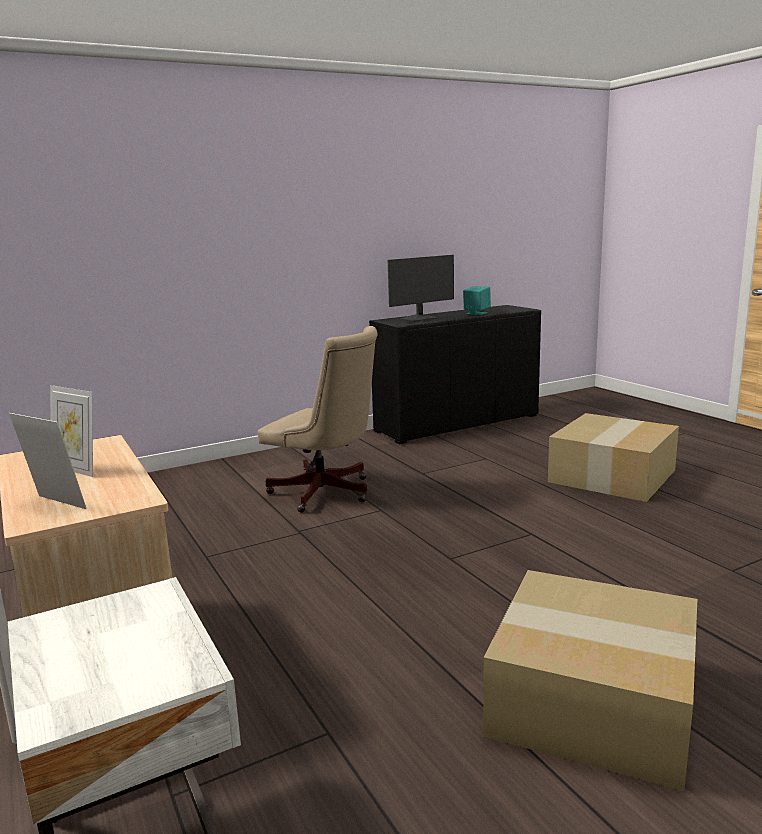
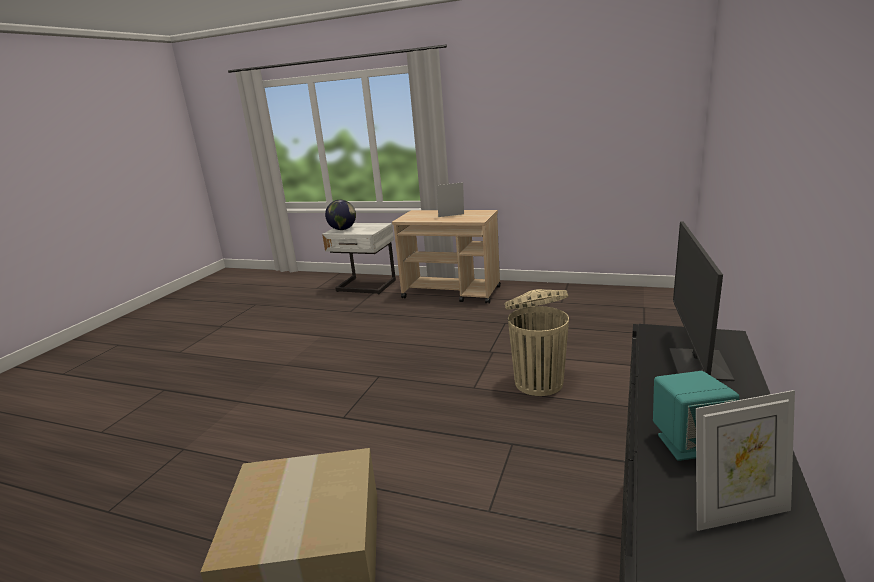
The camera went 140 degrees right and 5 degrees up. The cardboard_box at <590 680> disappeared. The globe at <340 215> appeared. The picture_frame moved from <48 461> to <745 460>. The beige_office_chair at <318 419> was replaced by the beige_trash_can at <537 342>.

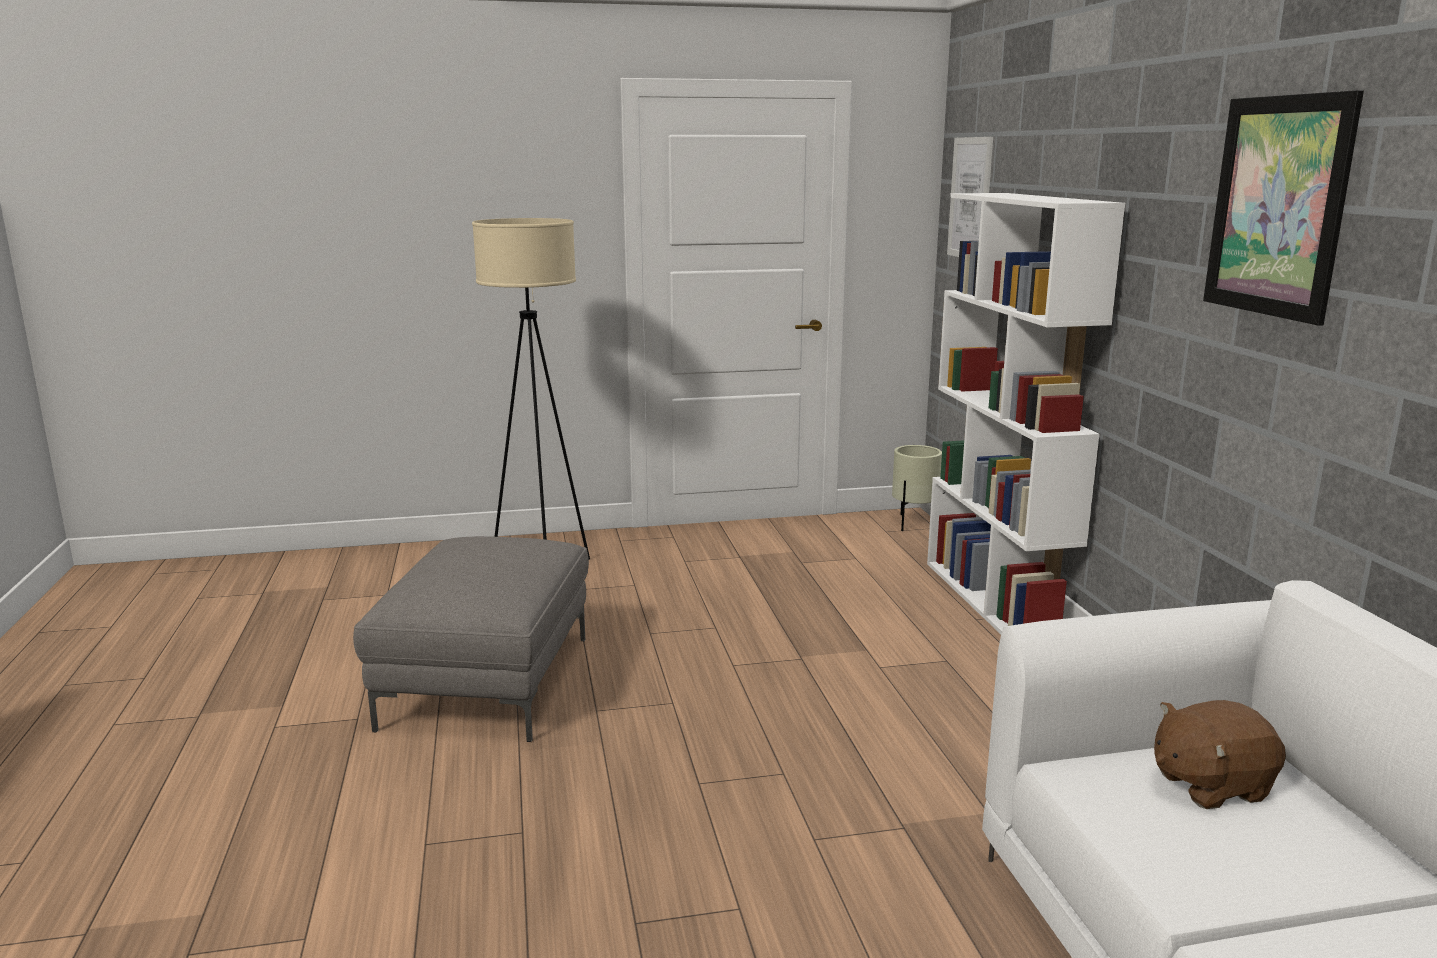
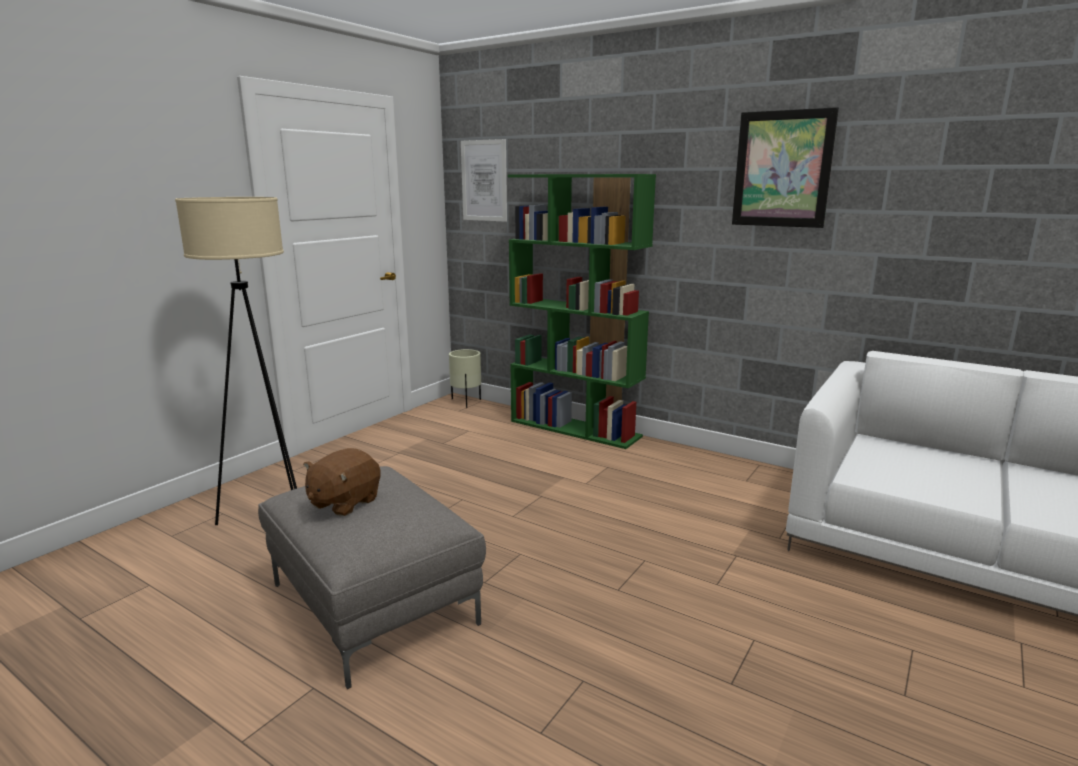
The camera went 45 degrees left and 0 degrees up. The brown_plush_toy moved from <1220 754> to <342 482>. The white_bookcase at <1026 413> became the green_bookcase at <582 311>.

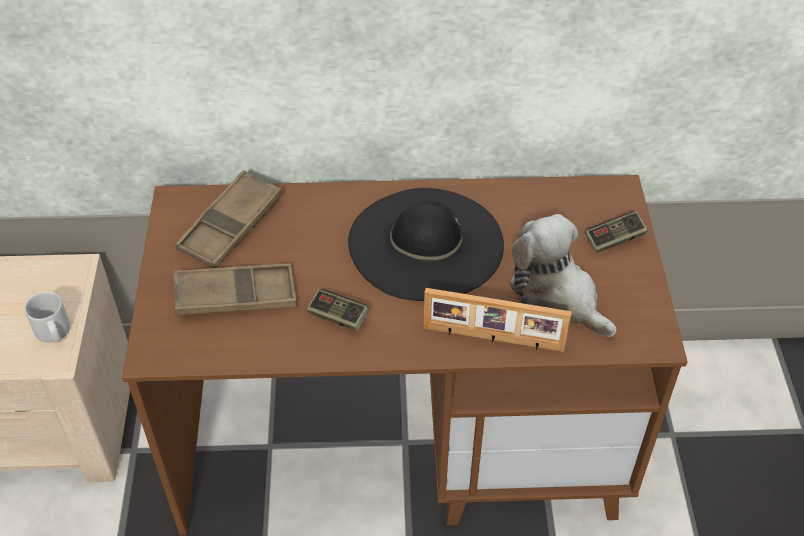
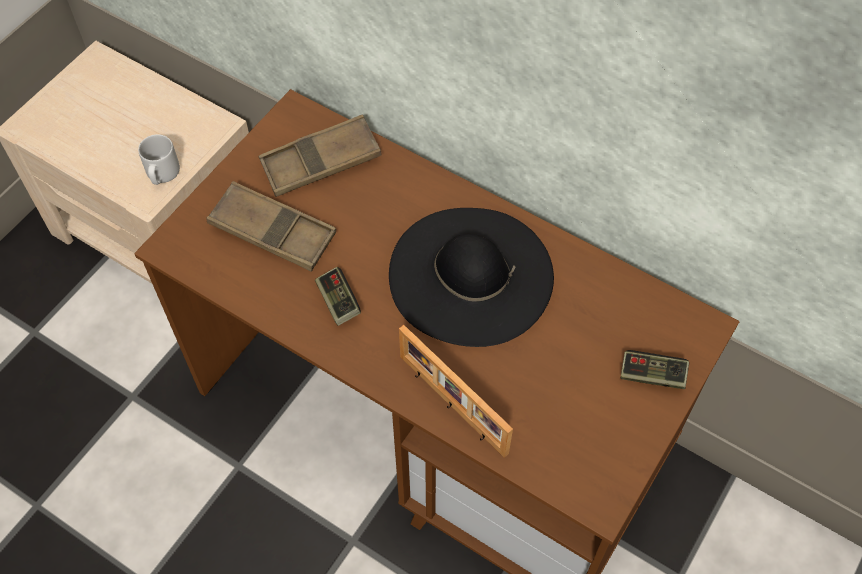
The camera went 35 degrees right and 10 degrees up. The plush_toy at <563 275> disappeared.

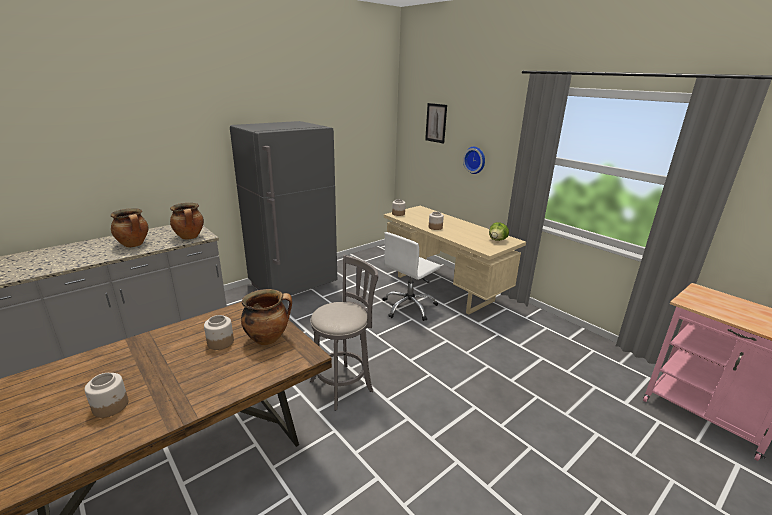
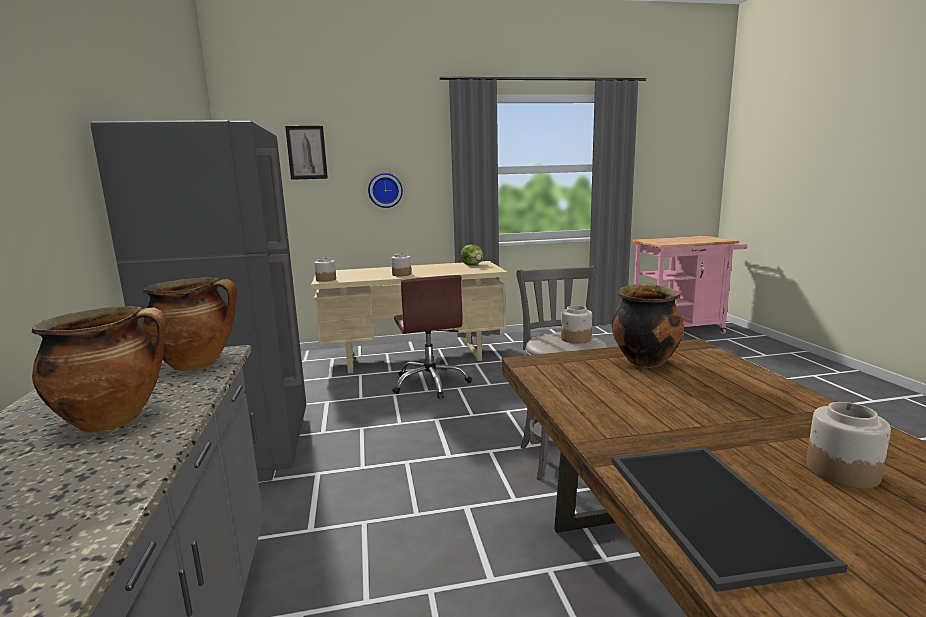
The camera went 60 degrees left and 10 degrees down. The tray at <729 519> appeared. The jar moved from <219 332> to <576 324>. The white_office_chair at <412 276> became the brown_office_chair at <432 337>.

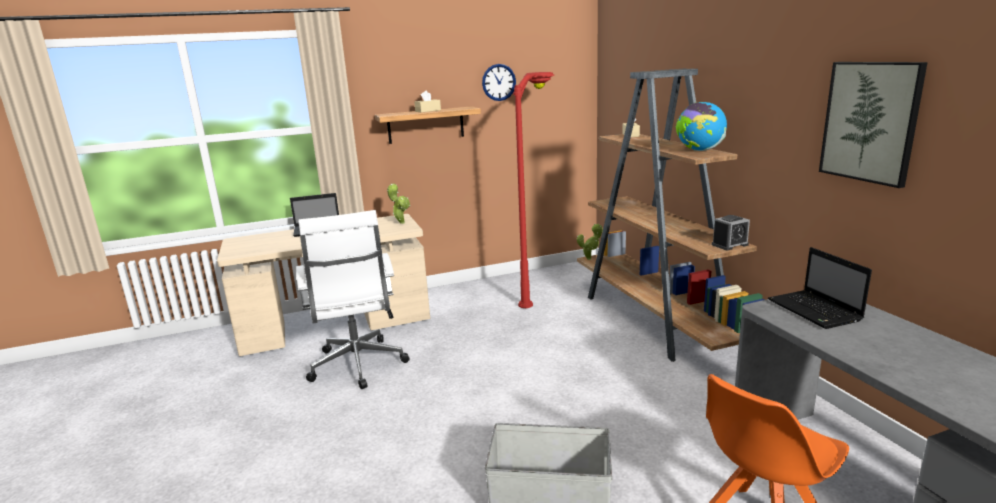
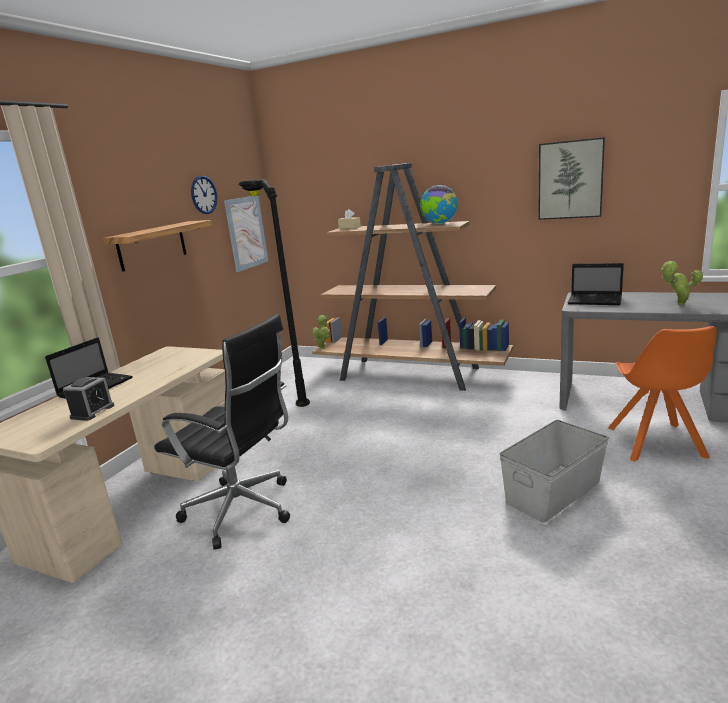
The camera went 45 degrees left and 0 degrees up. The beige_tissue_box at <427 102> disappeared. The picture at <246 233> appeared. The potted_plant moved from <398 204> to <682 283>. The alarm_clock moved from <731 232> to <89 399>. The white_office_chair at <353 299> became the black_office_chair at <222 432>. The red_floor_lamp at <533 190> became the black_floor_lamp at <274 293>.

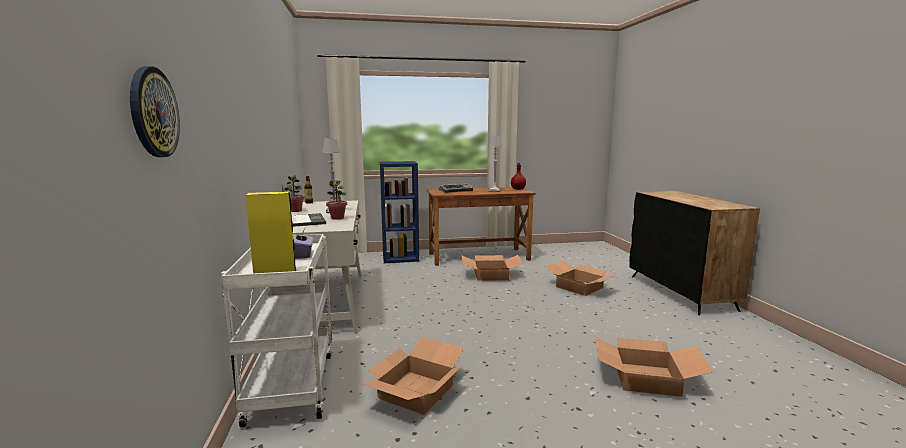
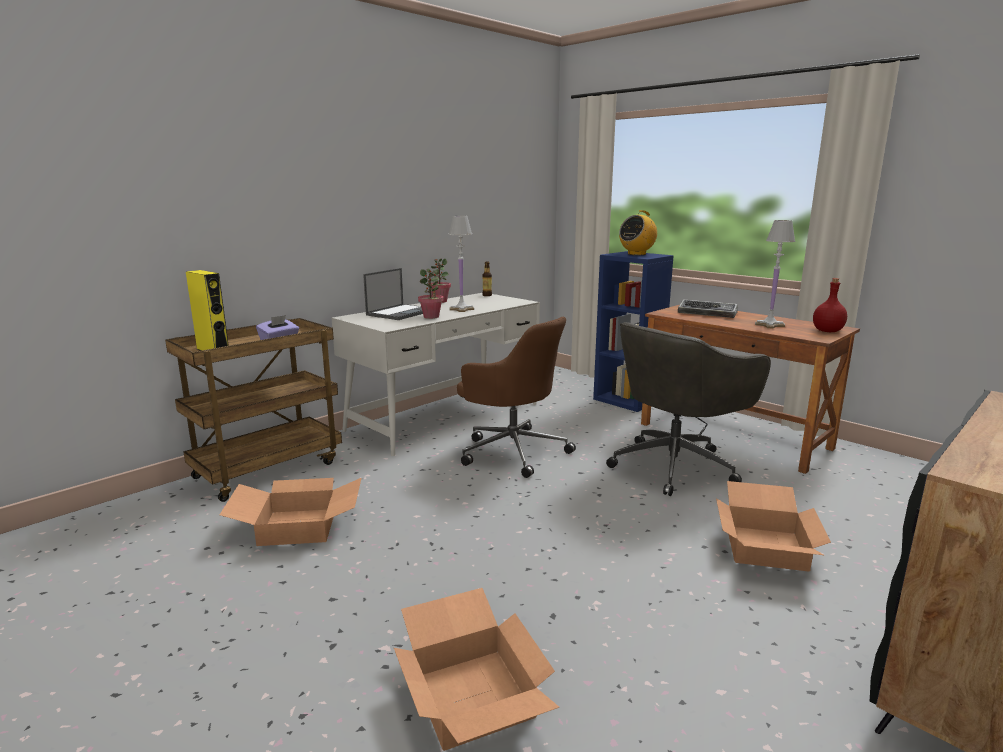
The camera went 55 degrees right and 5 degrees up. The wall_clock at <155 111> disappeared. The brown_office_chair at <516 397> appeared. The radio at <638 232> appeared. The cardboard_box at <492 268> was replaced by the grey_office_chair at <688 409>. The white_cart at <276 330> became the brown_cart at <253 410>.

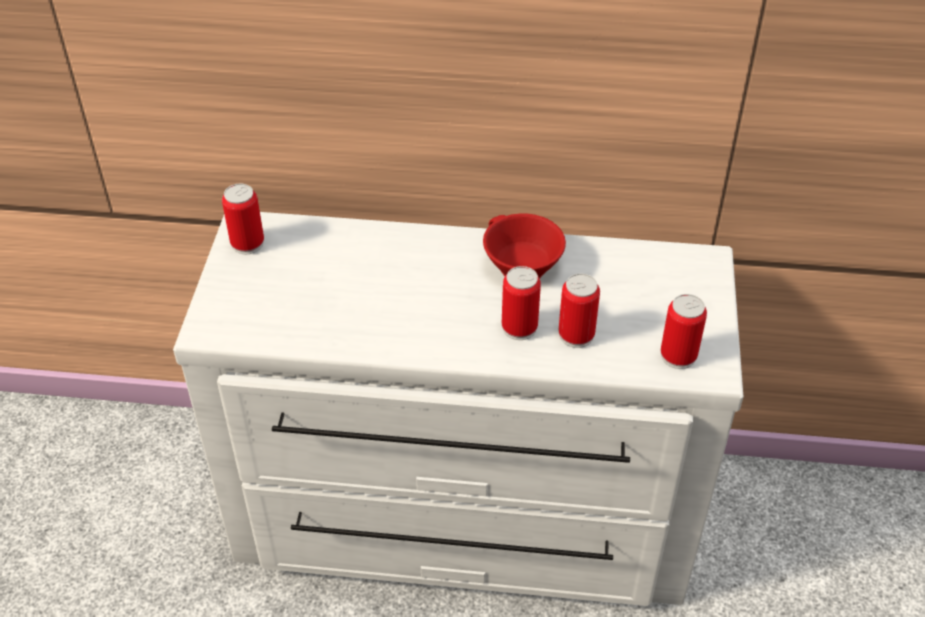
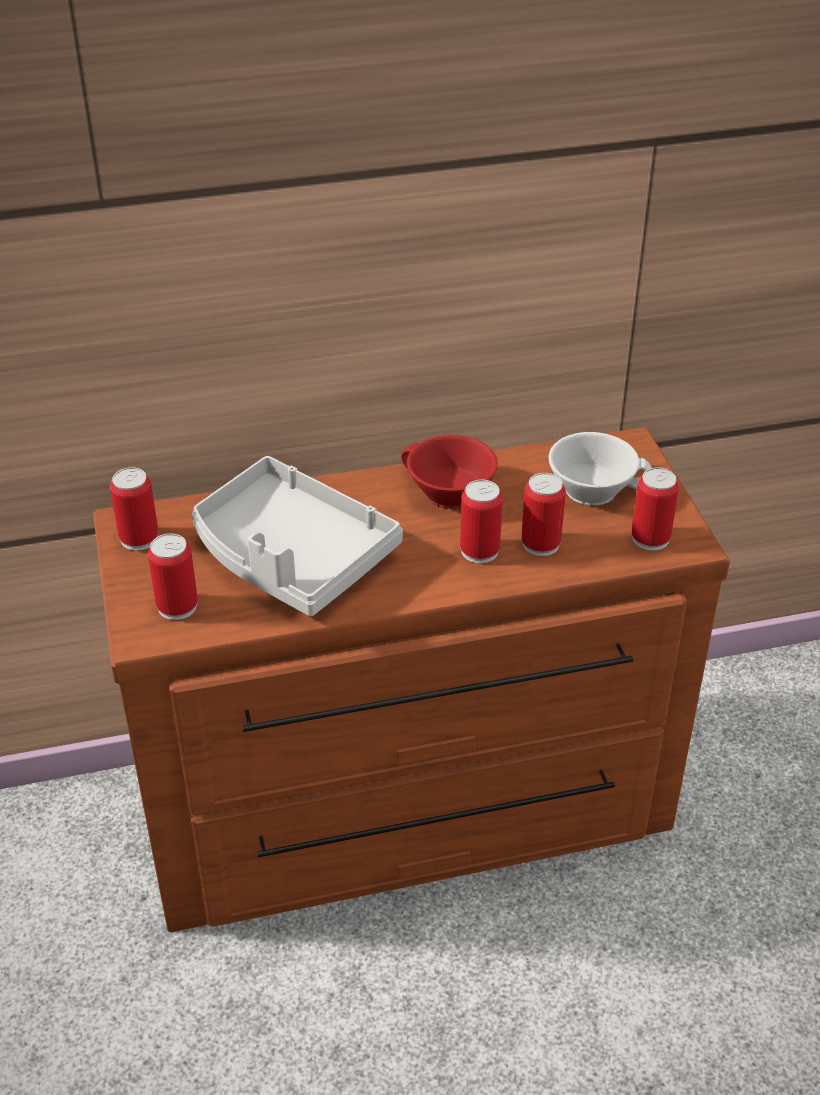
The camera went 20 degrees left and 5 degrees down. The can at <173 577> appeared. The grey_tray at <297 536> appeared. The white_cup at <600 469> appeared. The white_dresser at <458 409> became the brown_dresser at <411 679>.

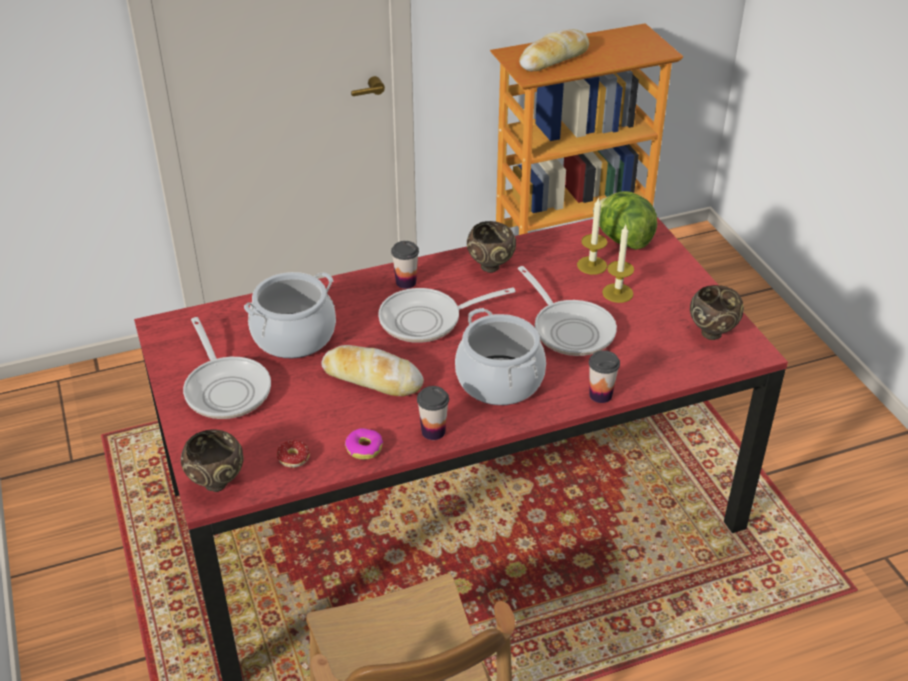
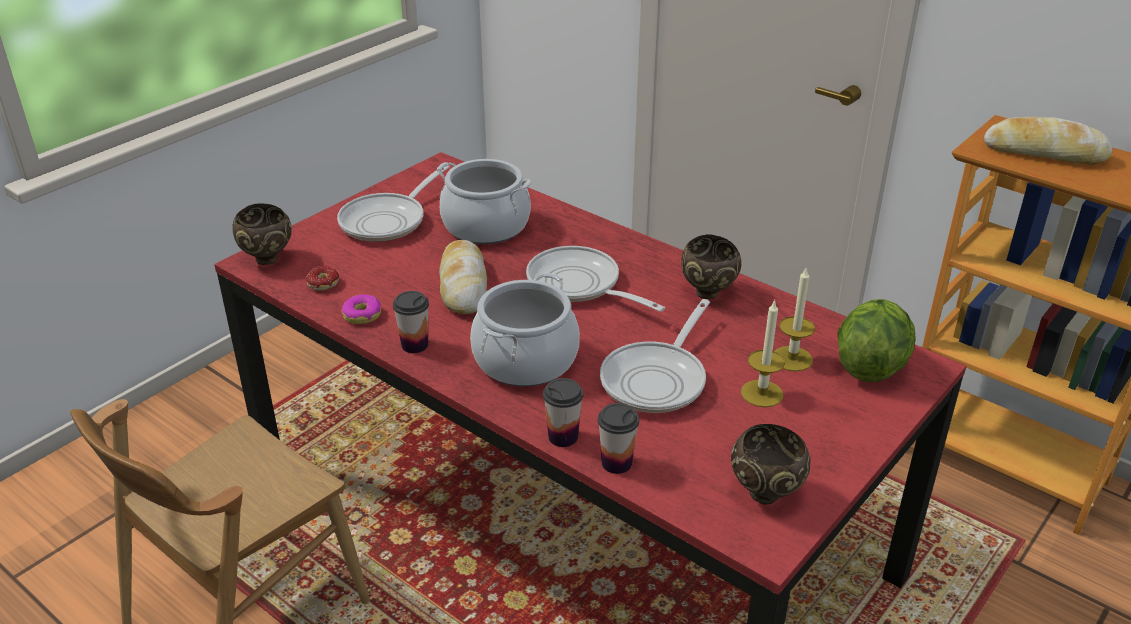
The camera went 60 degrees right and 5 degrees down. The cup moved from <405 265> to <618 438>.

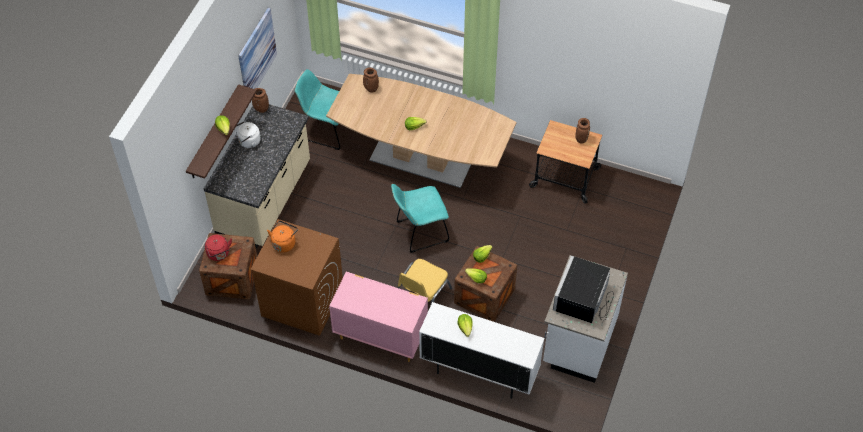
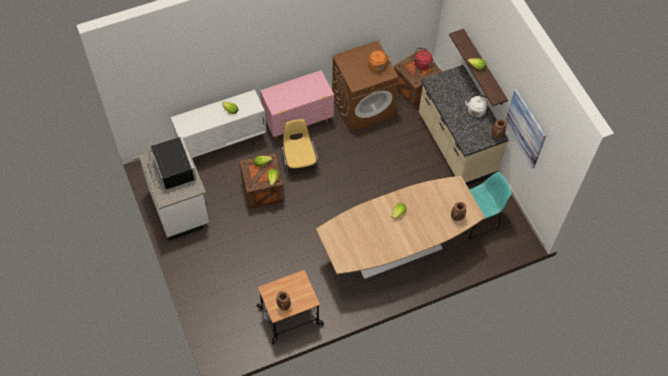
The camera went 135 degrees right and 5 degrees up. The turquoise_chair at <420 218> disappeared.

